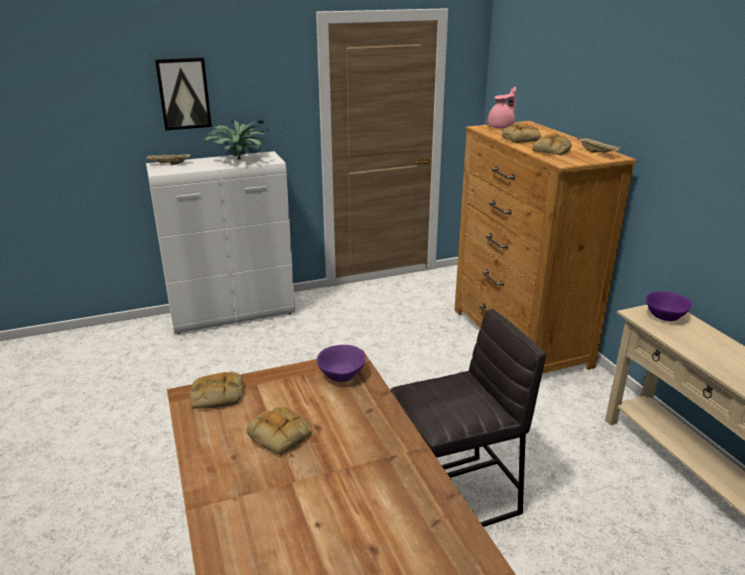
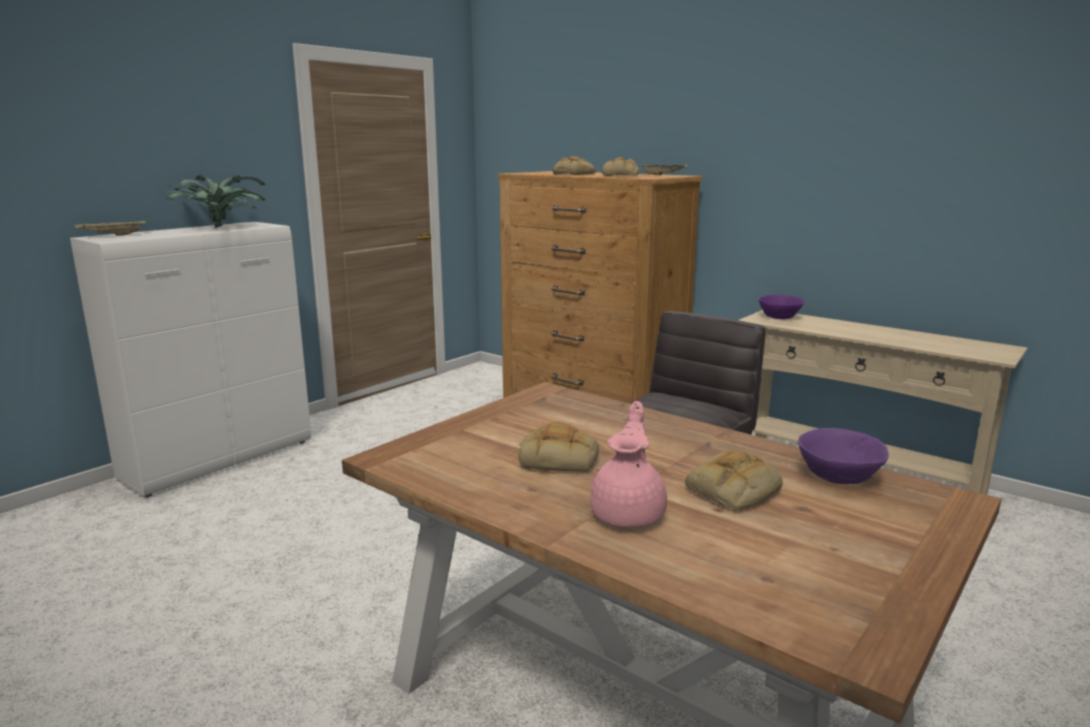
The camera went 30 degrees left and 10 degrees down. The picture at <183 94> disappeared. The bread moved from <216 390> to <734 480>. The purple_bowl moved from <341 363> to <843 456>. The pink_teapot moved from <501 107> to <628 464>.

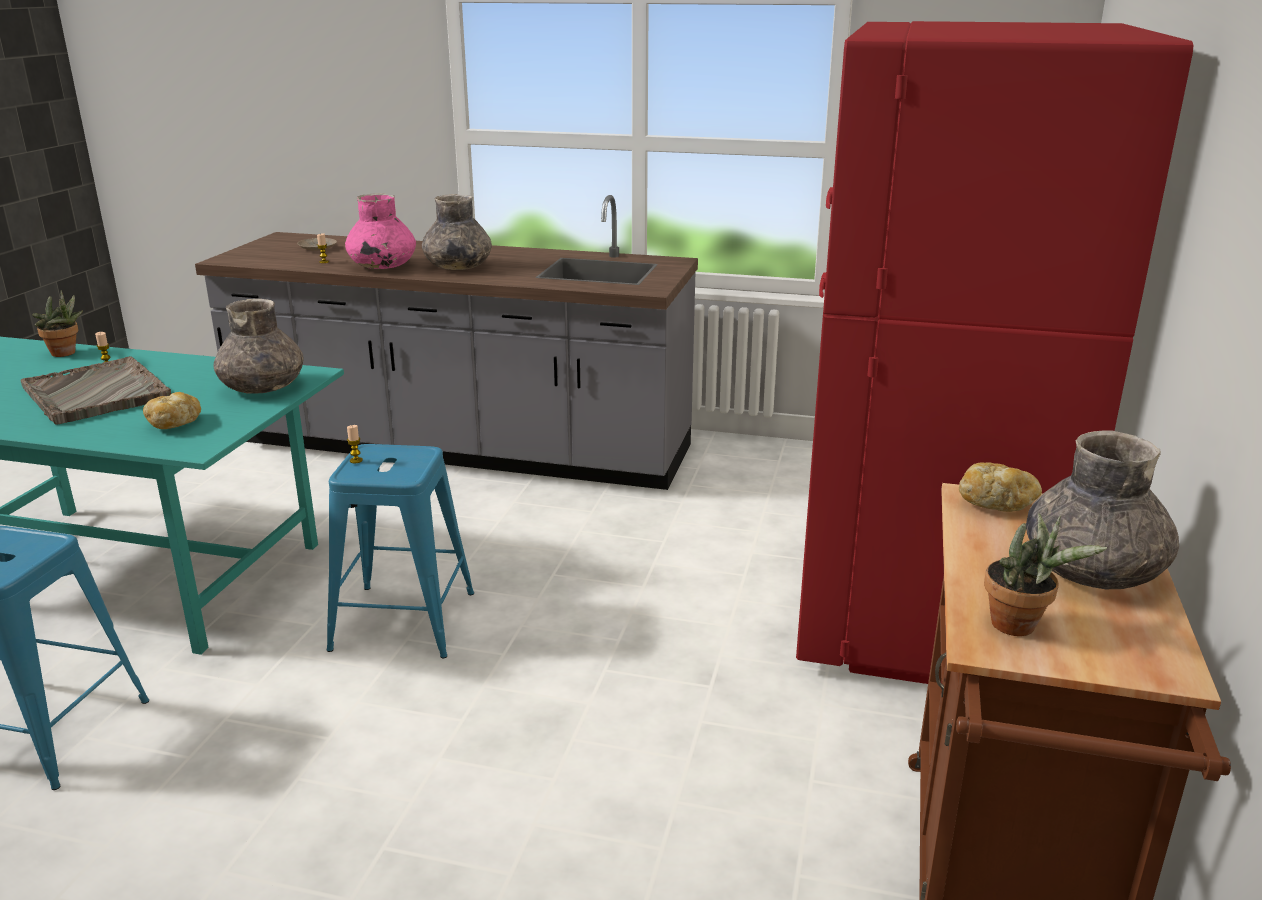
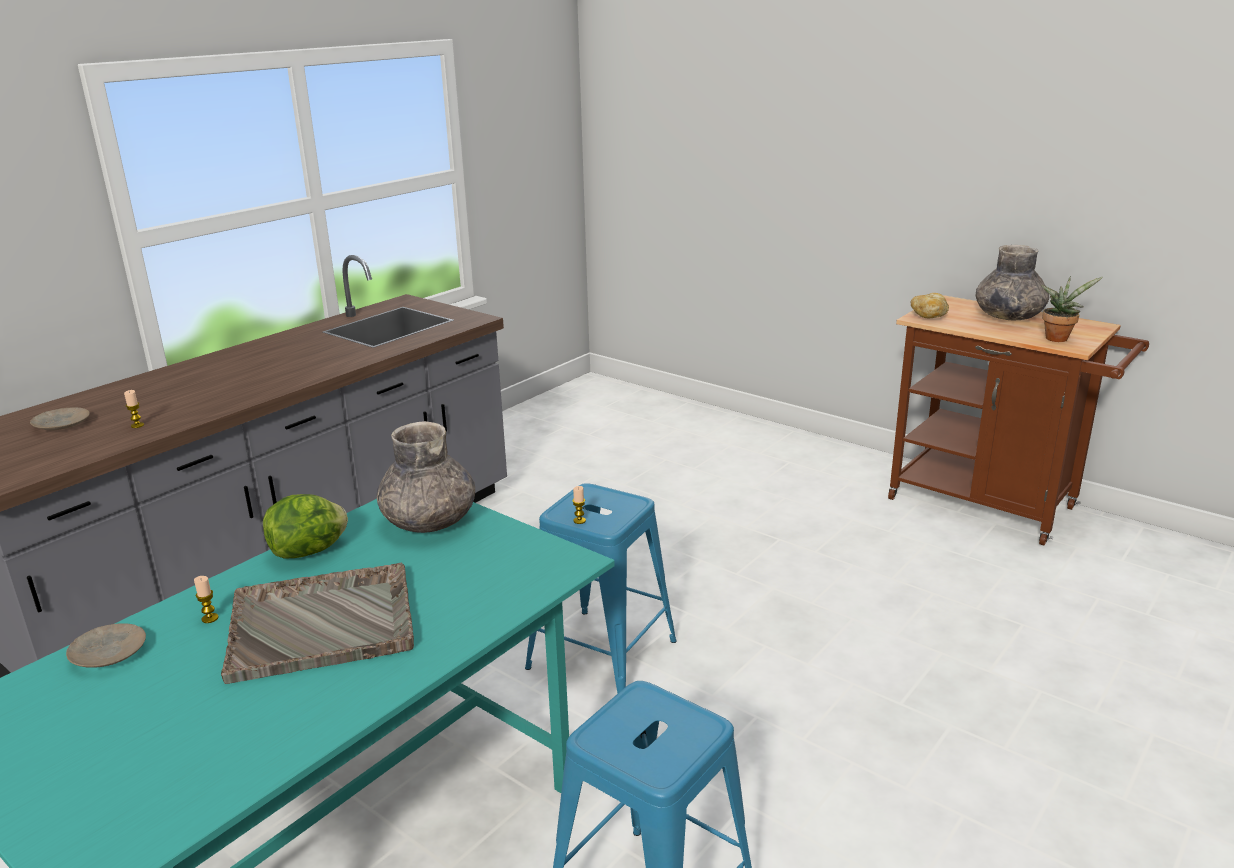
The camera went 65 degrees left and 0 degrees up. The bread at <172 410> disappeared. The pink_vase at <380 231> disappeared. The grey_vase at <457 232> disappeared. The red_fridge at <995 352> disappeared. The lettuce at <305 526> appeared. The potted_plant at <57 323> was replaced by the beige_plate at <106 645>.

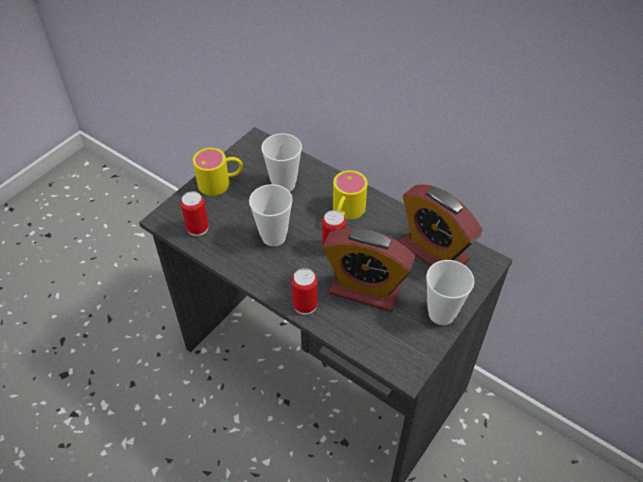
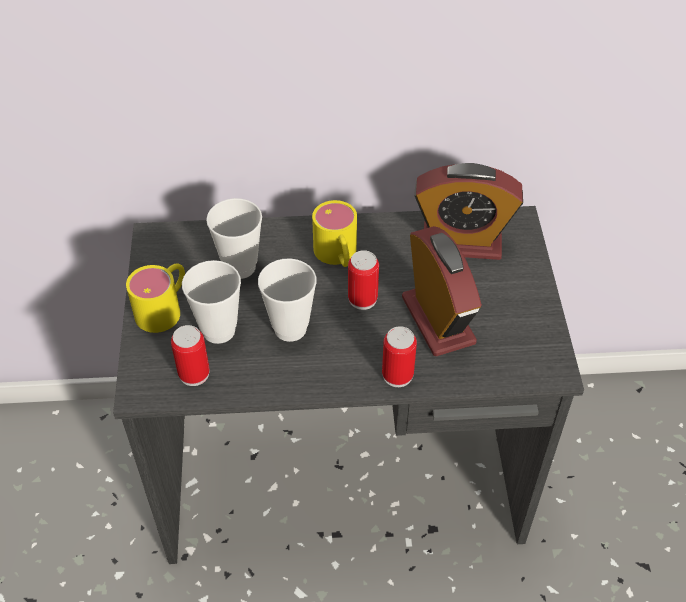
The camera went 40 degrees left and 0 degrees up. The cup moved from <450 292> to <211 302>. The alarm_clock at <368 270> turned 90 degrees counterclockwise.

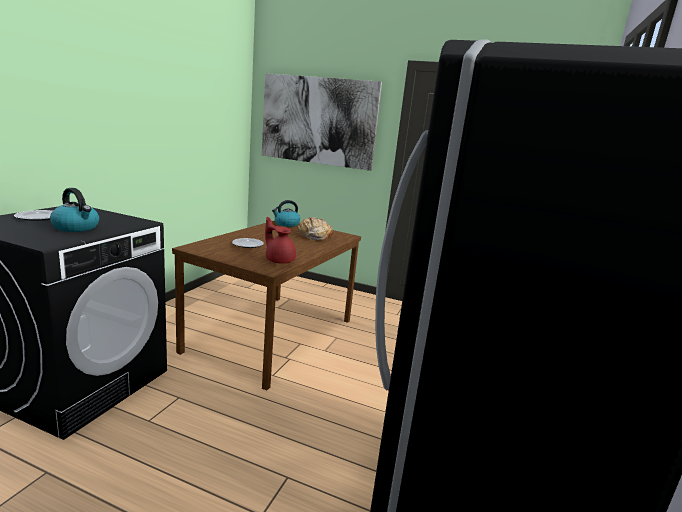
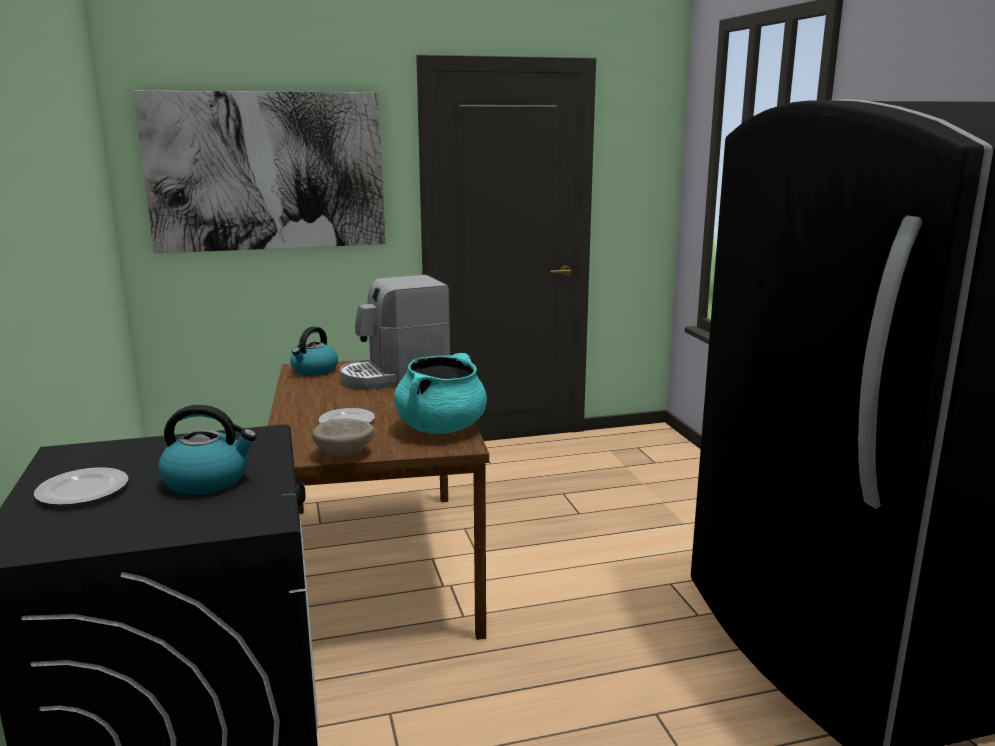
The camera went 35 degrees left and 0 degrees up. The beige_bowl at <343 437> appeared. The red_teapot at <280 240> was replaced by the turquoise_cooking_pot at <440 393>. The bread at <315 229> was replaced by the coffee_machine at <395 332>.

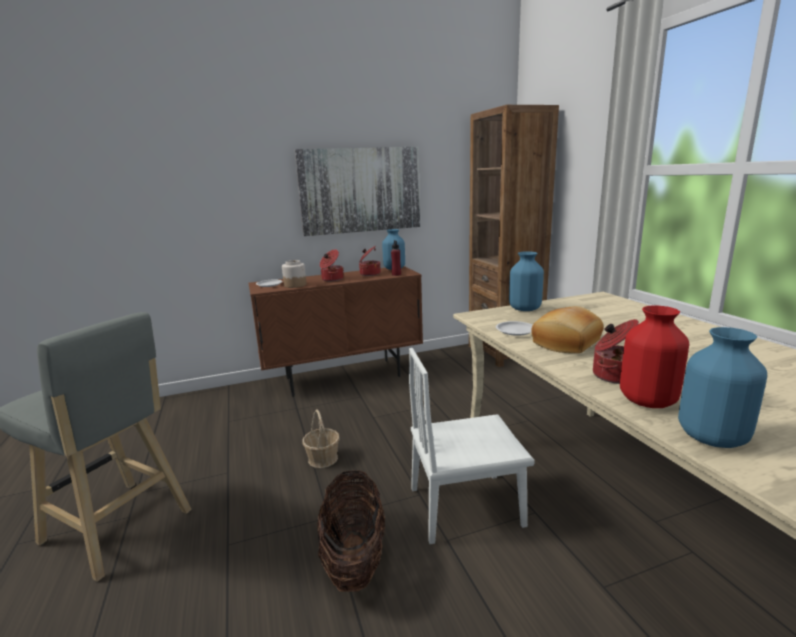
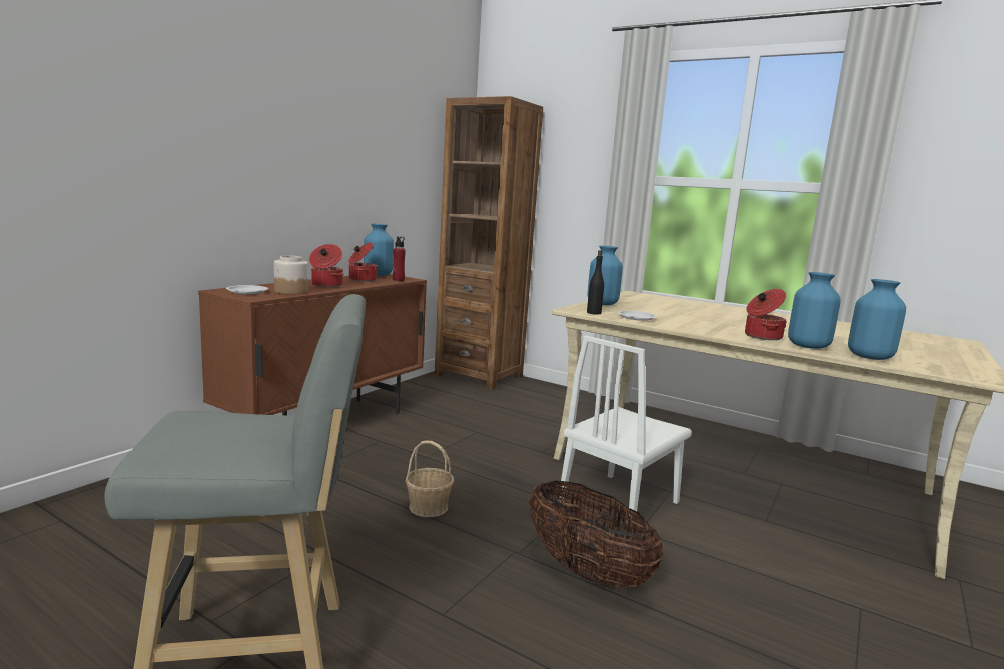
The camera went 40 degrees left and 5 degrees down. The picture at <357 191> disappeared. The bread at <567 329> disappeared. The black_bottle at <595 282> appeared. The red_vase at <654 357> became the blue_vase at <814 310>.

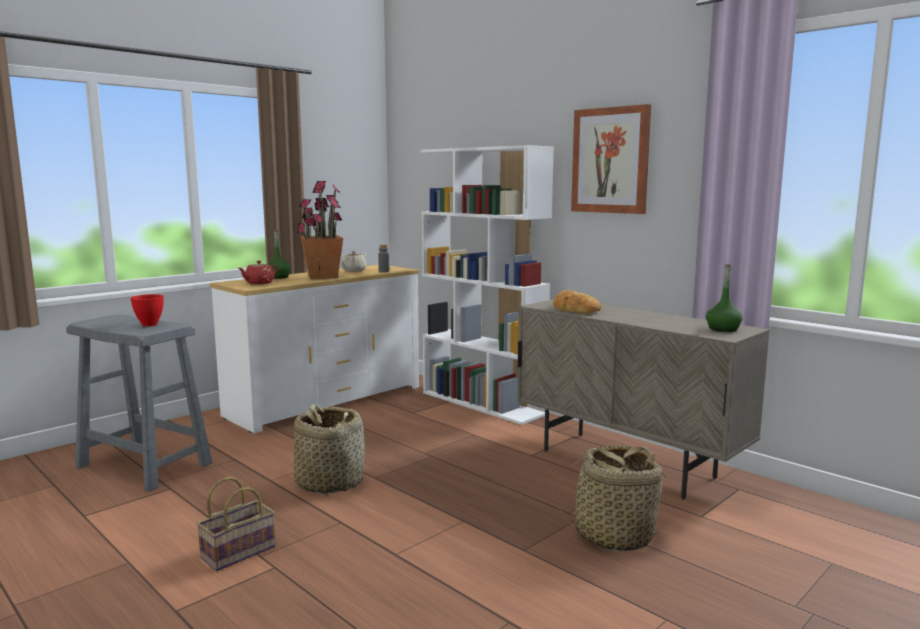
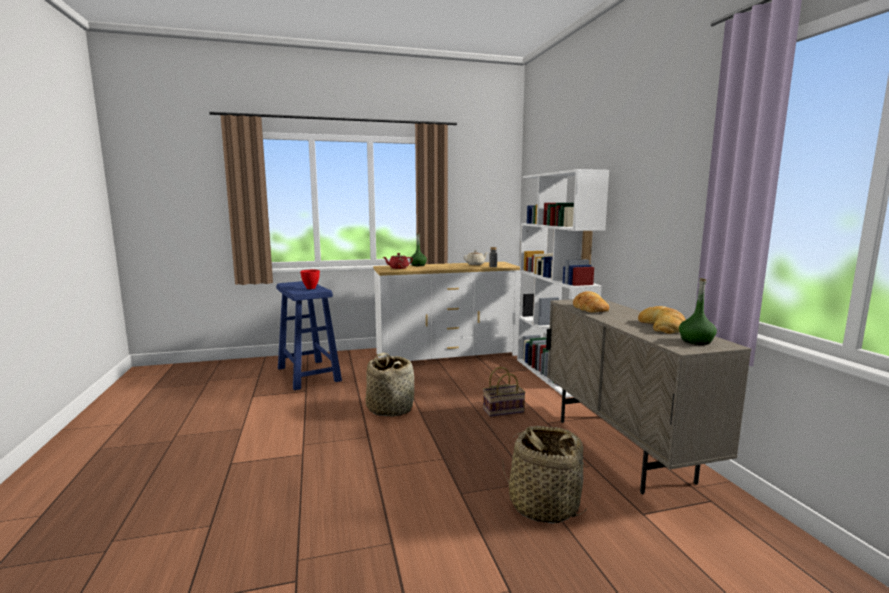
The camera went 30 degrees right and 0 degrees up. The potted_plant at <320 230> disappeared. The picture at <611 159> disappeared. The bread at <662 320> appeared. The basket moved from <236 524> to <504 392>. The grey_stool at <139 403> became the blue_stool at <309 335>.

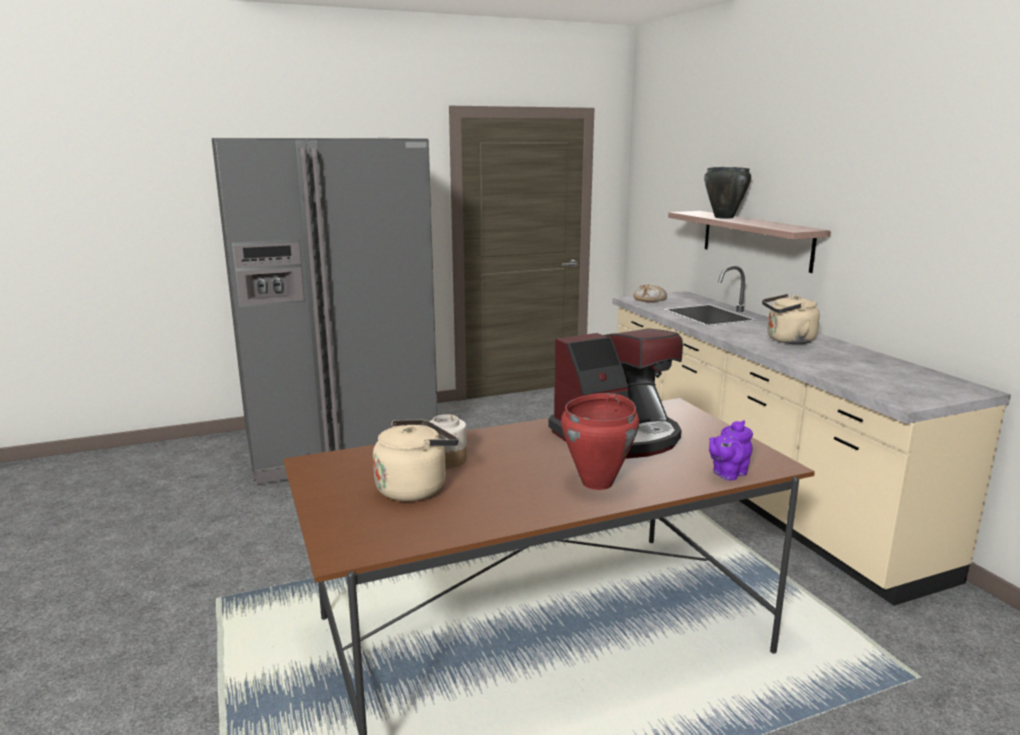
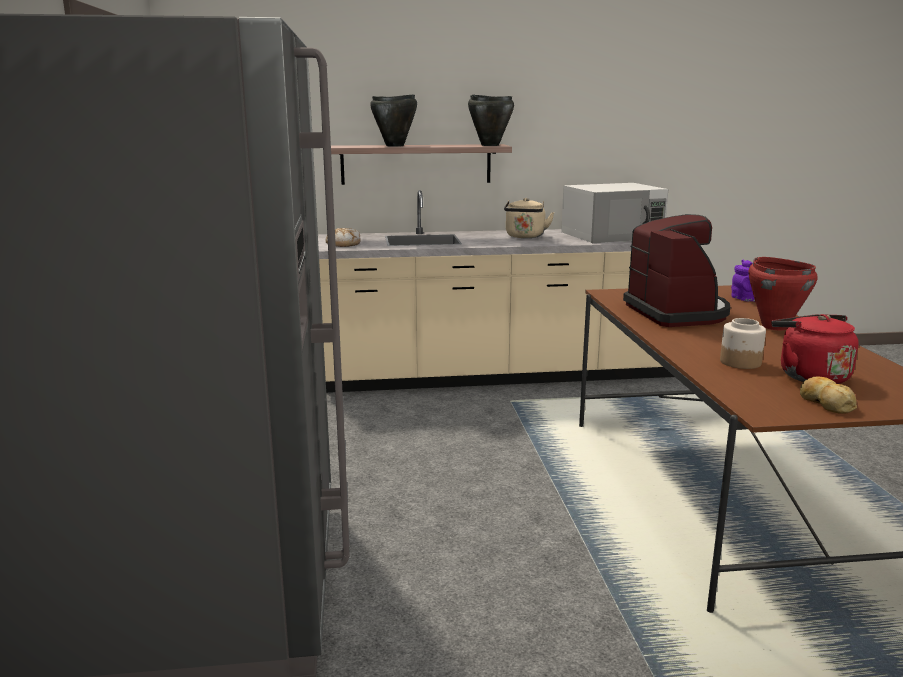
The camera went 75 degrees left and 0 degrees up. The black_cooking_pot at <491 120> appeared. The white_microwave at <614 213> appeared. The bread at <828 395> appeared. The beige_kettle at <416 460> became the red_kettle at <815 349>.

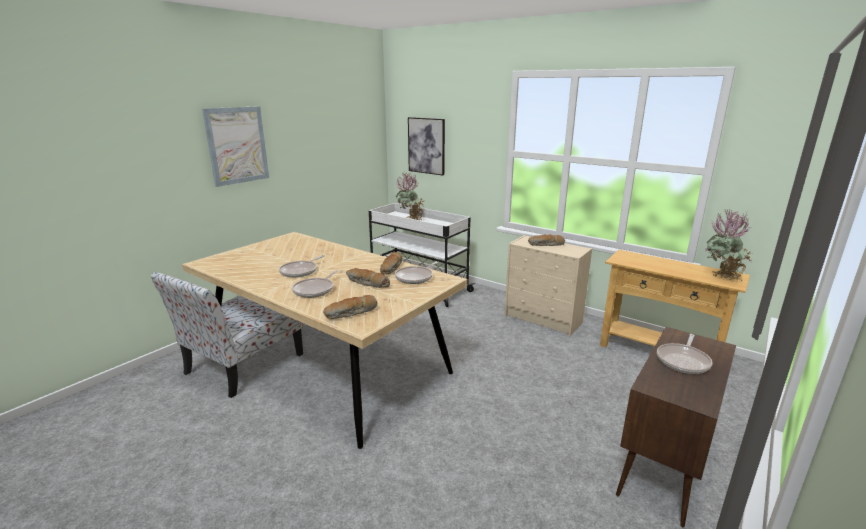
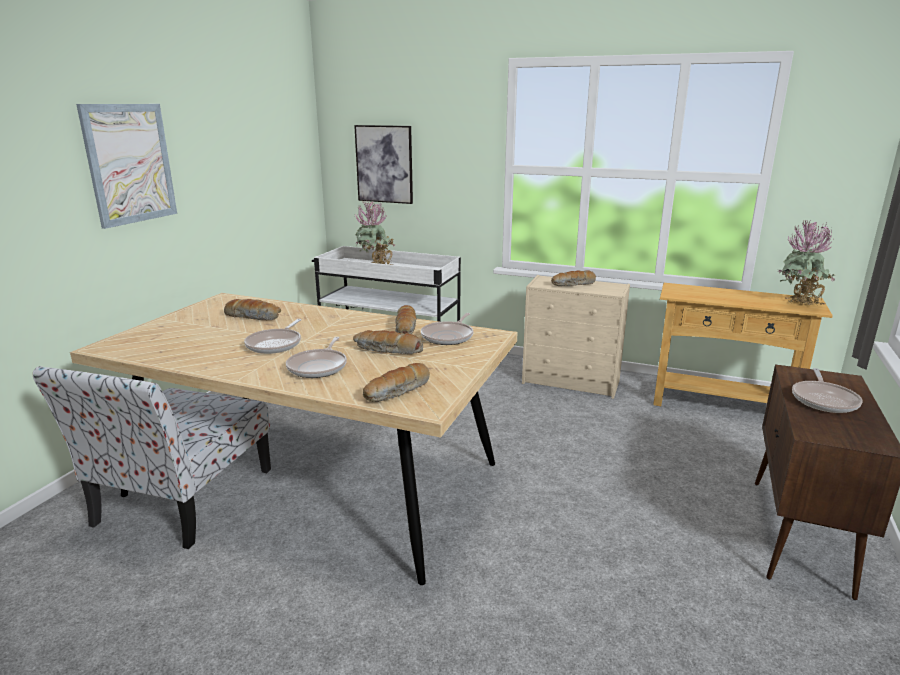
The camera went 15 degrees left and 0 degrees up. The bread at <252 309> appeared.

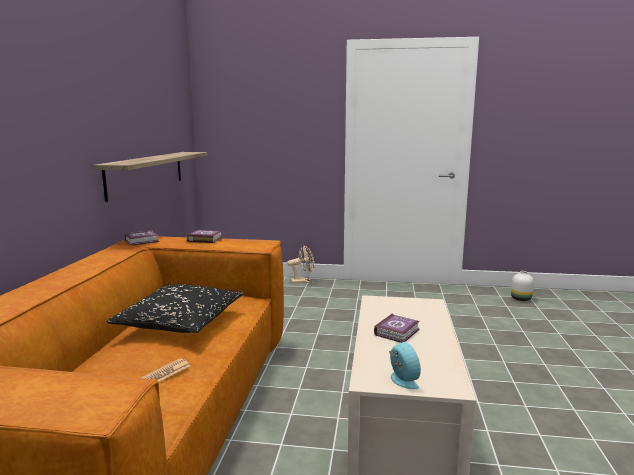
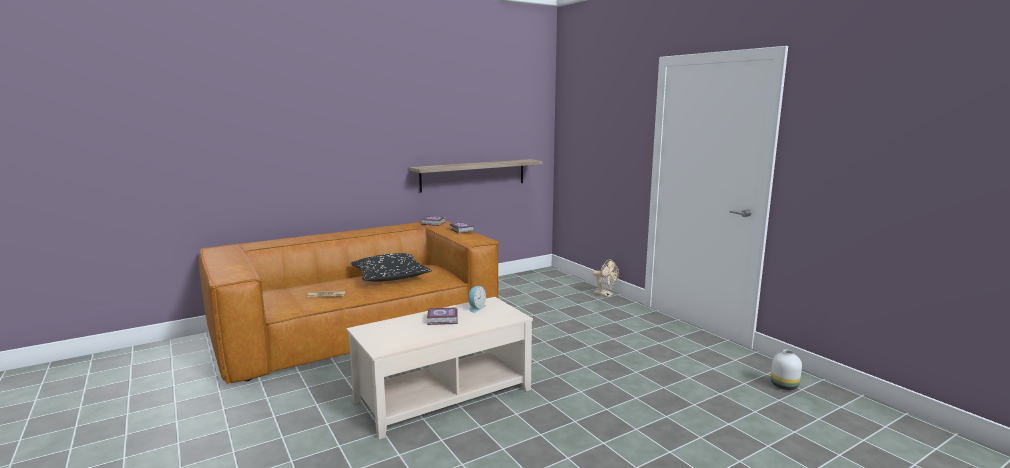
The camera went 50 degrees right and 0 degrees up. The alarm_clock moved from <405 365> to <477 299>.

